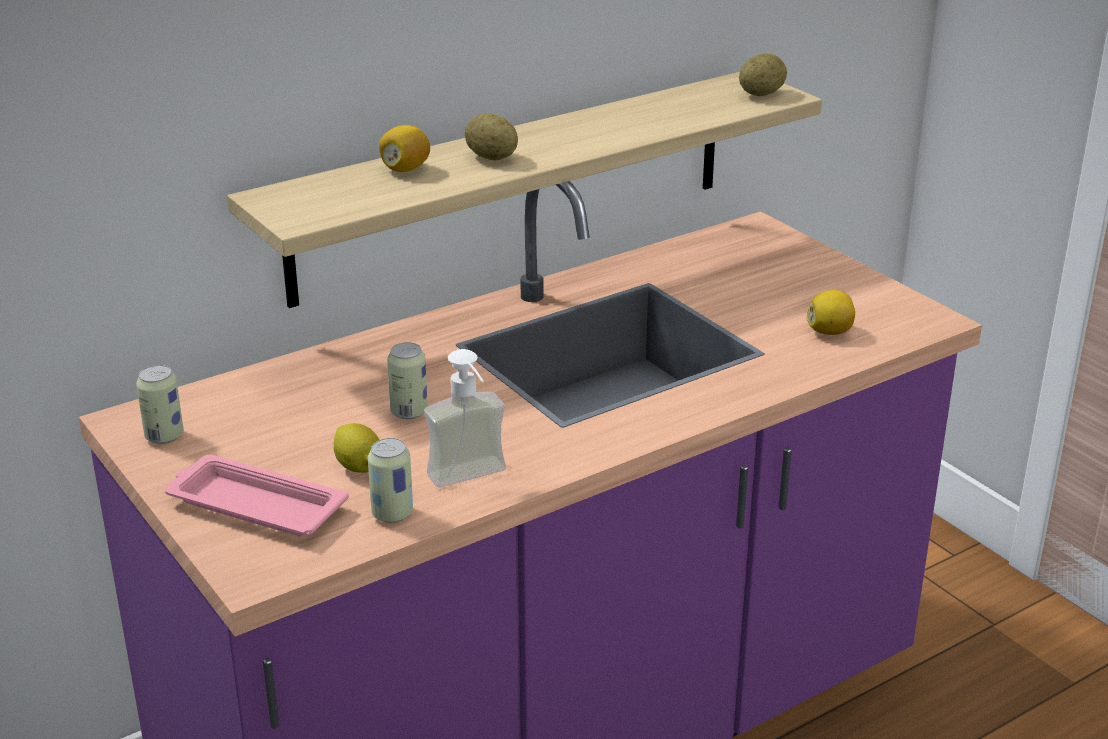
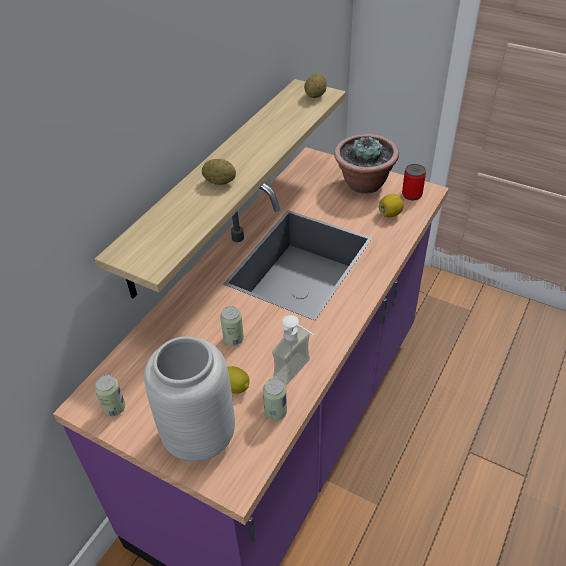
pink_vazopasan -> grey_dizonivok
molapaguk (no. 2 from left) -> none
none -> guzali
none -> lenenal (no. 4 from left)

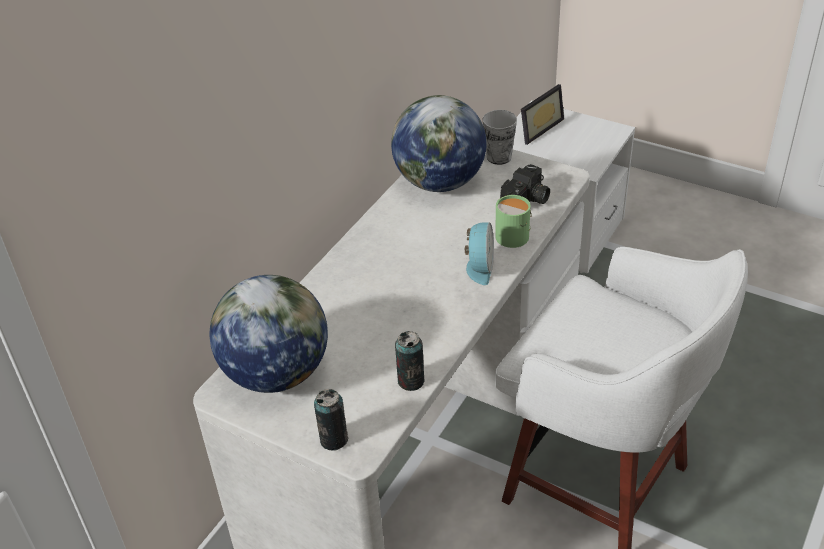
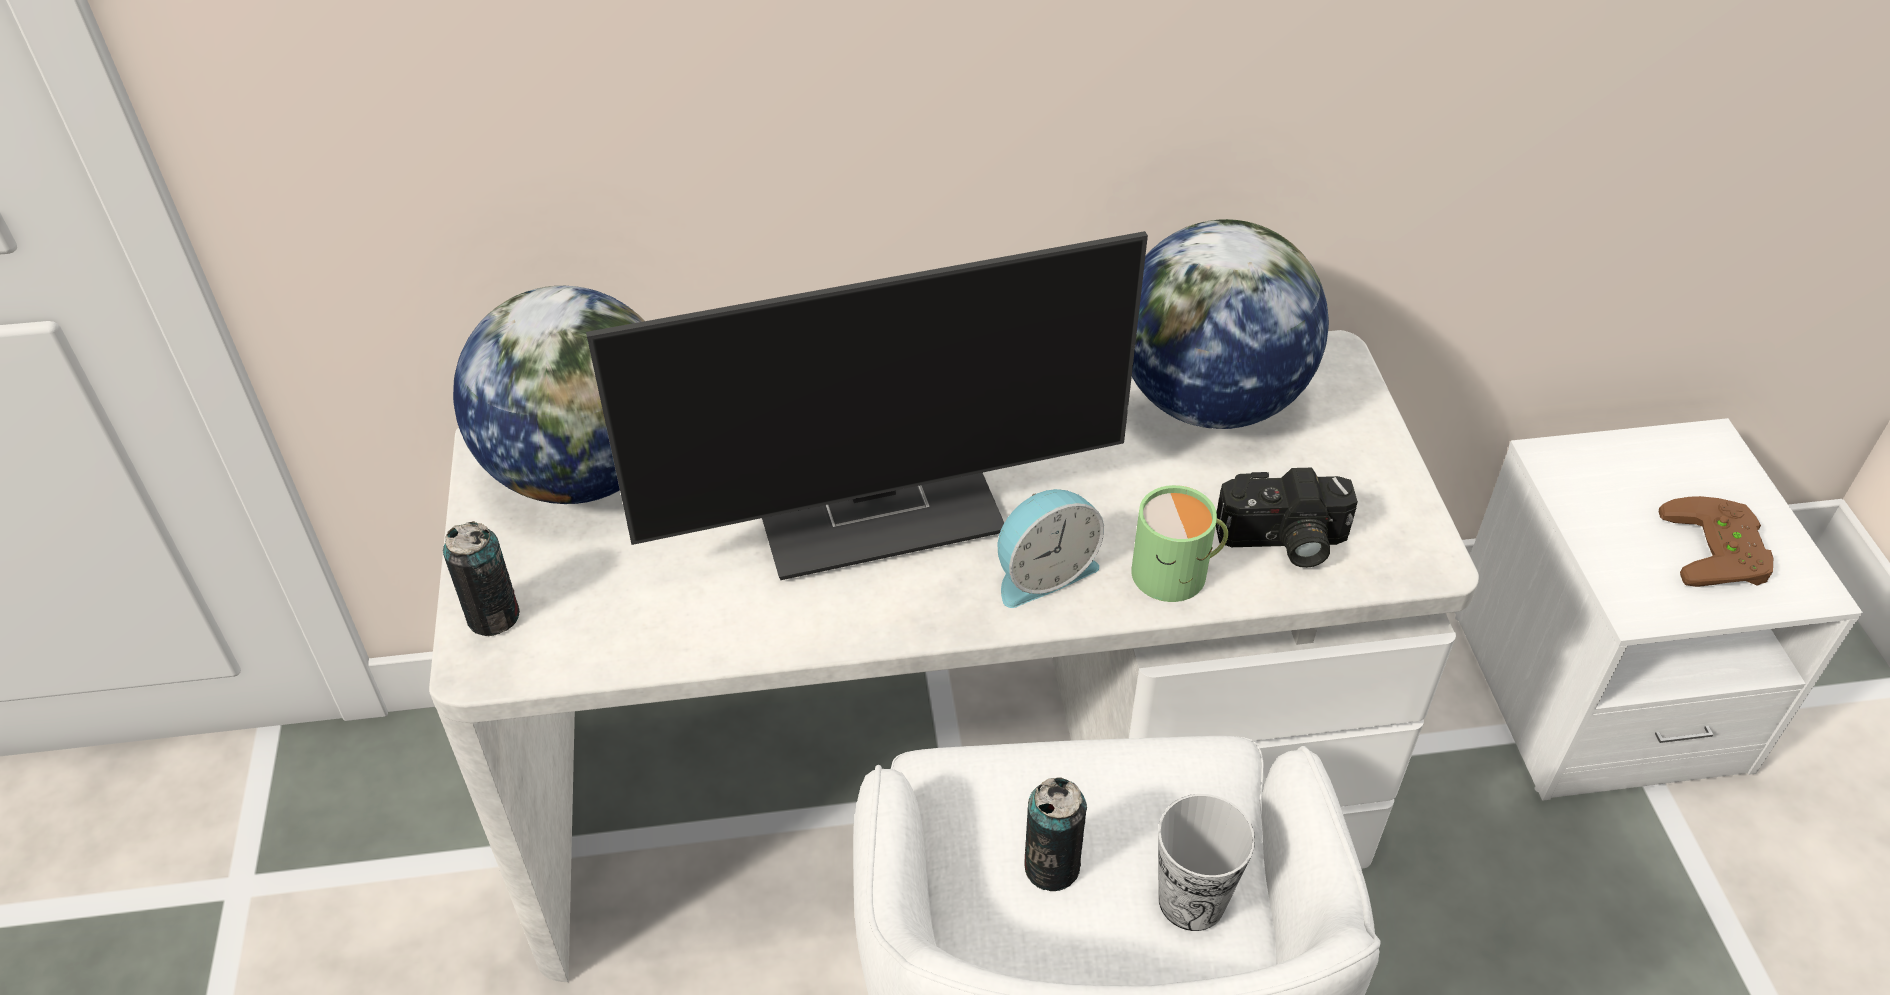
lenenal (no. 2 from left), relocated
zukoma, relocated
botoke -> none
none -> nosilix
none -> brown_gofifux

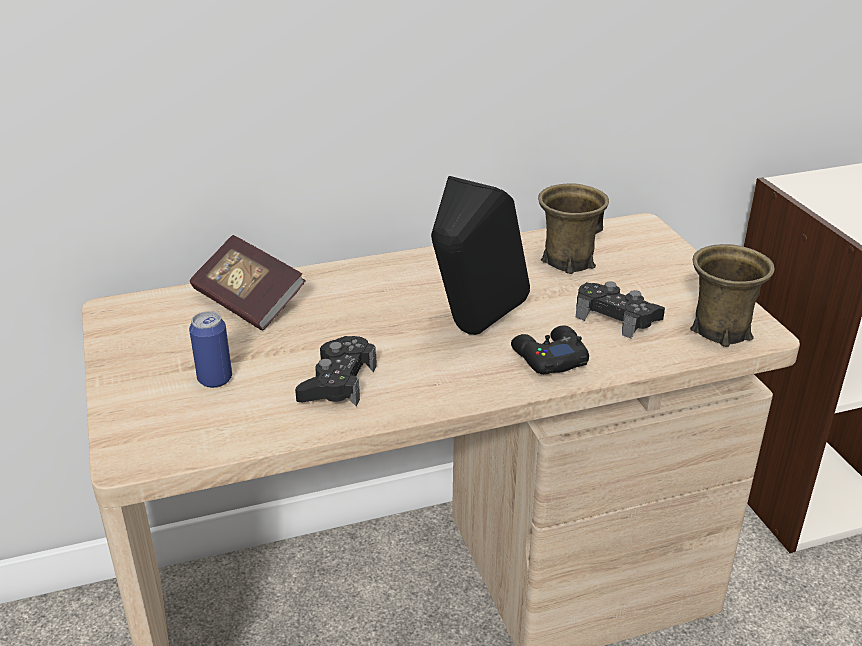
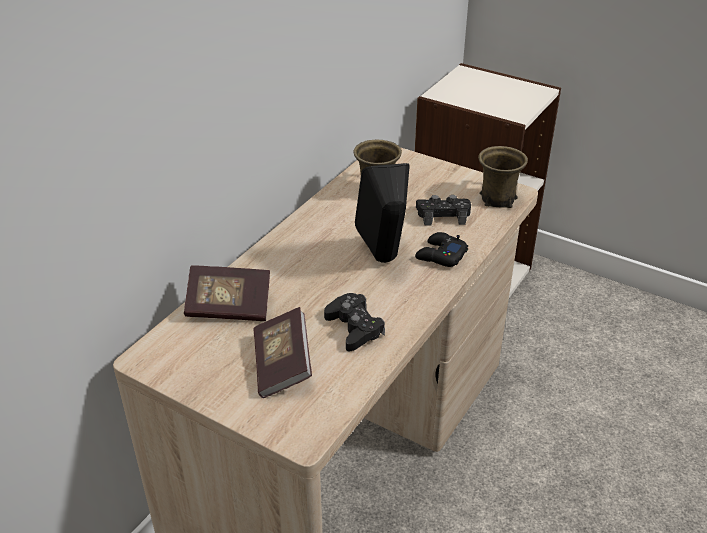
lenenal -> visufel (no. 2 from left)

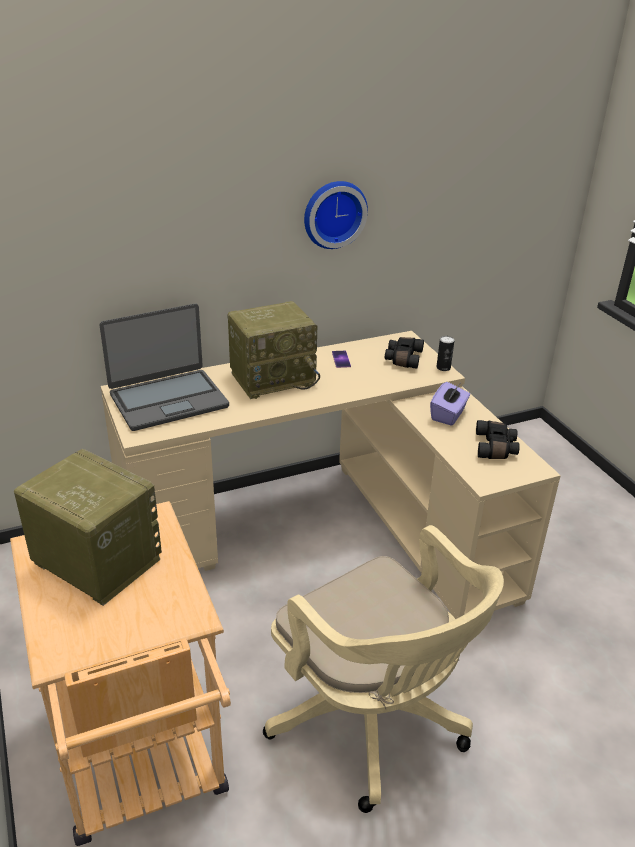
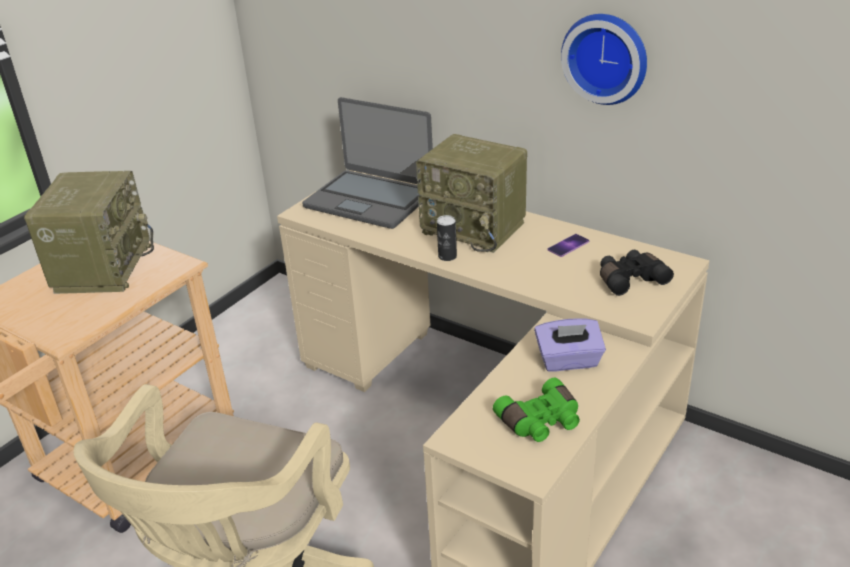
lenenal, relocated
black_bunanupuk (no. 2 from left) -> green_bunanupuk

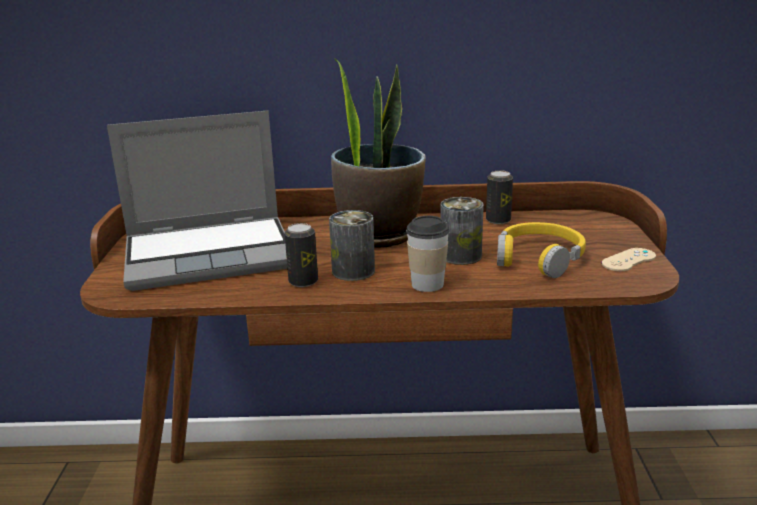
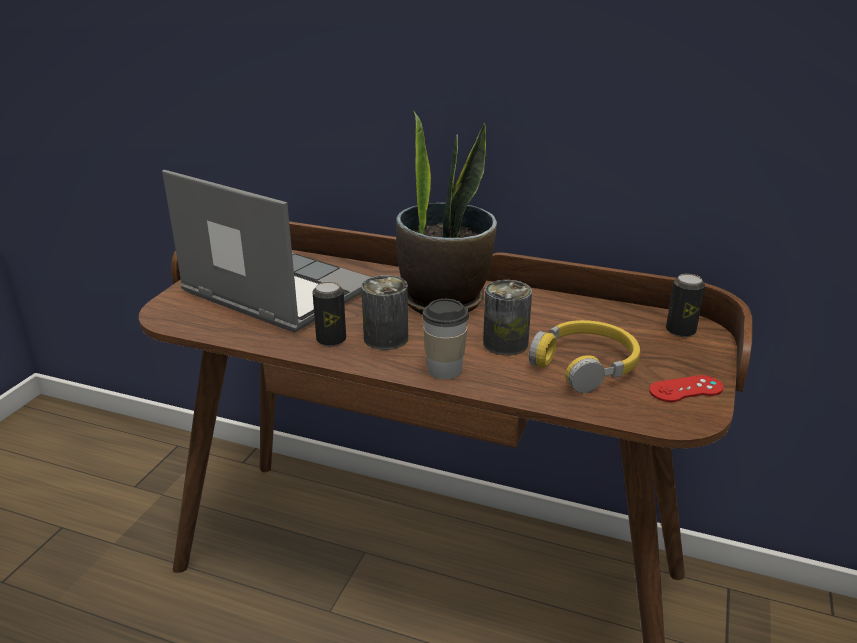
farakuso, 150 degrees counterclockwise
lenenal (no. 4 from left), relocated
beige_gofifux -> red_gofifux

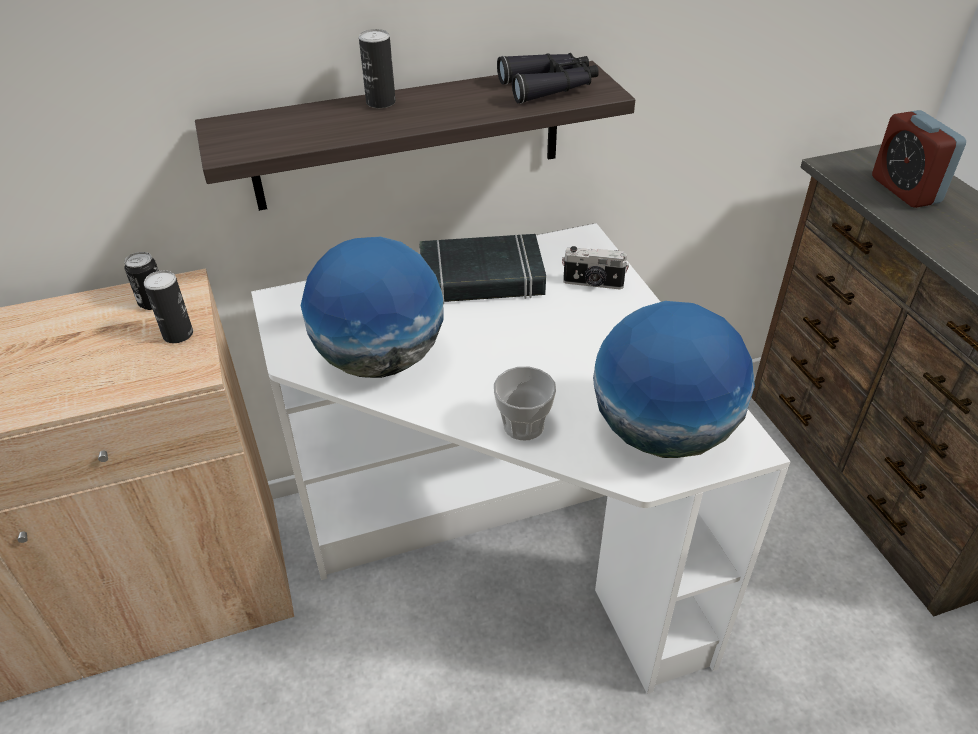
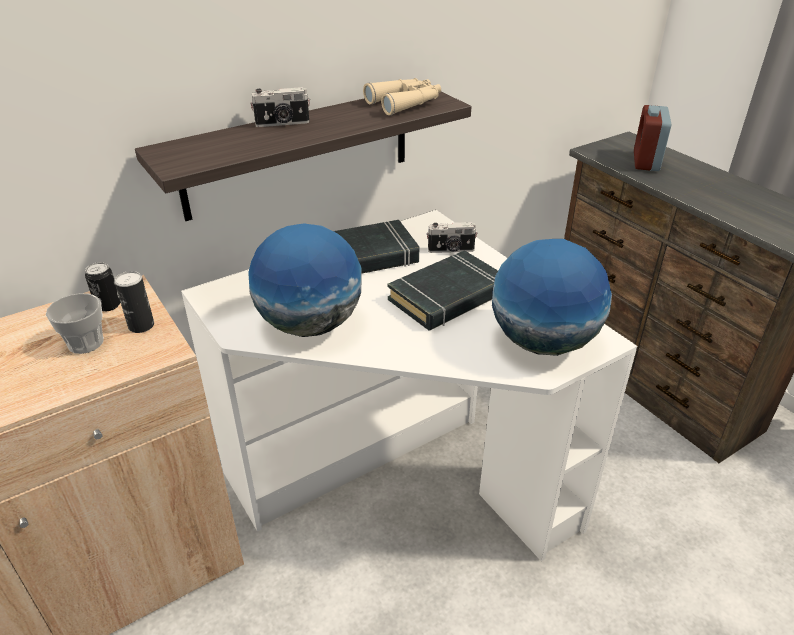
lenenal (no. 3 from left) -> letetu (no. 1 from left)
zukoma, relocated
black_bunanupuk -> beige_bunanupuk
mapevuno, 45 degrees clockwise
none -> black_visufel (no. 2 from left)

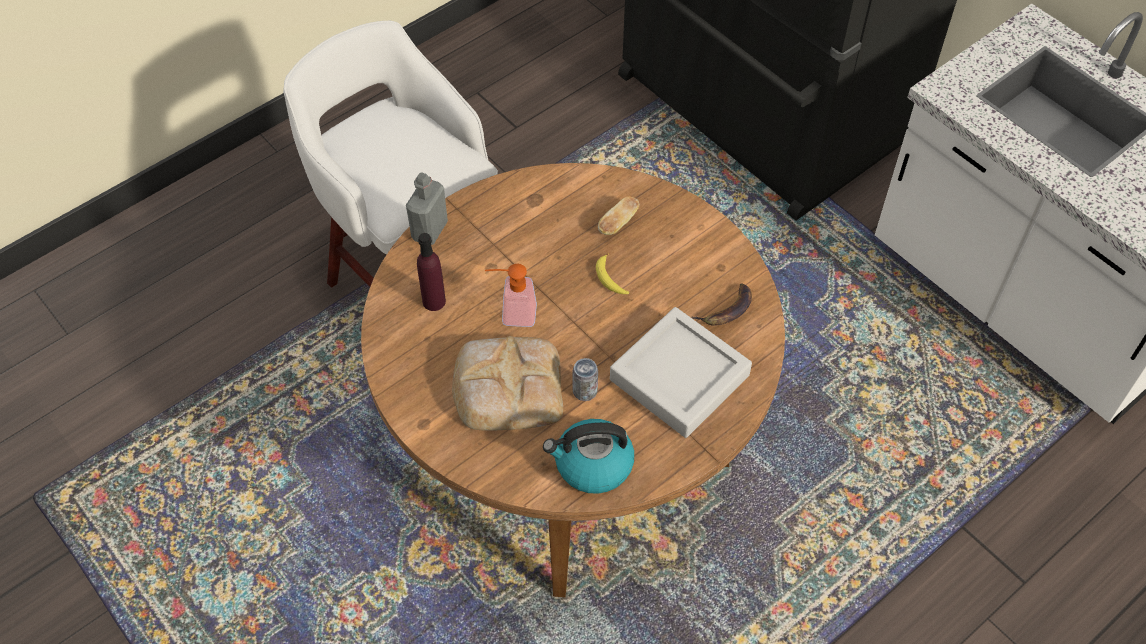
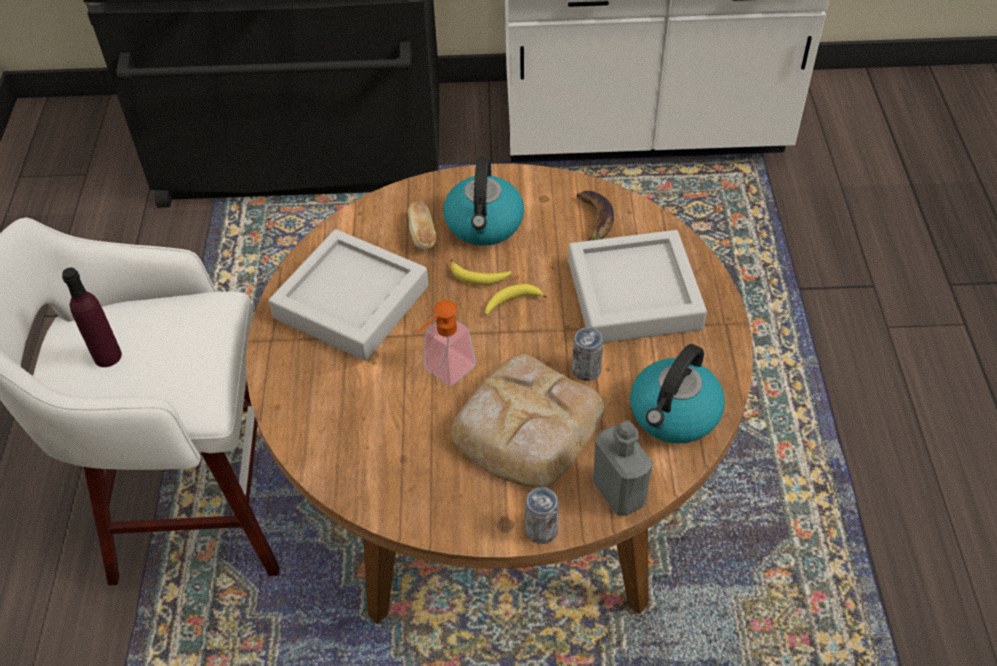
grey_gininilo, relocated
purple_gininilo, relocated
none -> grey_vazopasan (no. 1 from left)
none -> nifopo (no. 1 from left)
none -> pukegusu (no. 2 from left)
none -> lenenal (no. 1 from left)

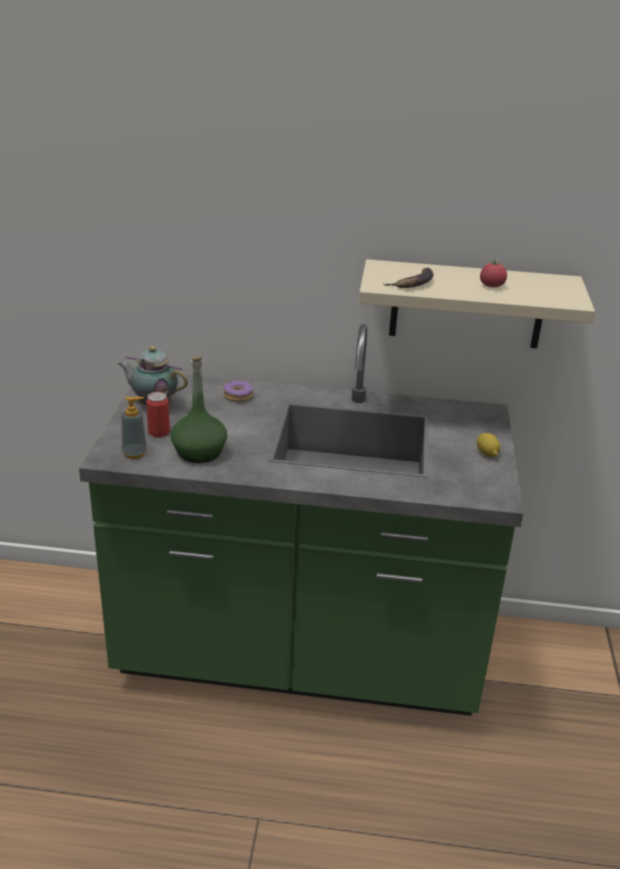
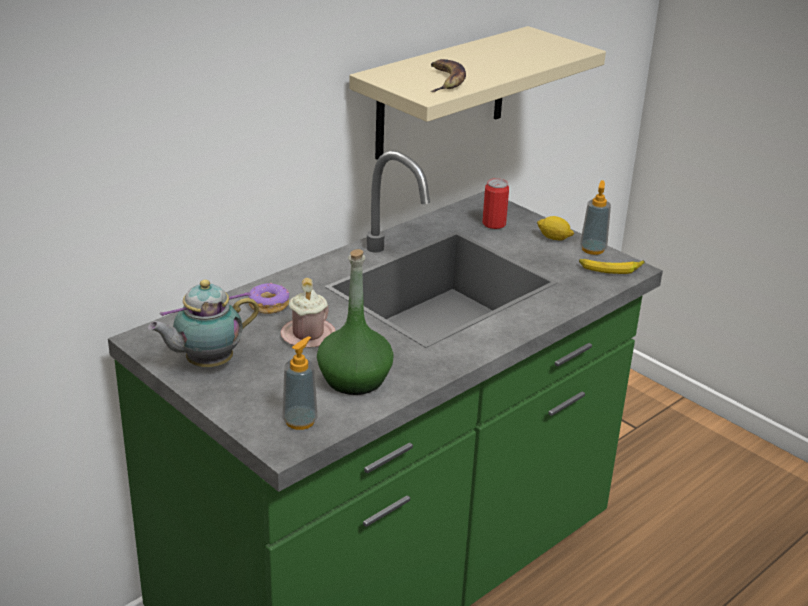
lenenal, relocated
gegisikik -> none
none -> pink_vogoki
none -> pukegusu (no. 2 from left)
none -> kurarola (no. 2 from left)

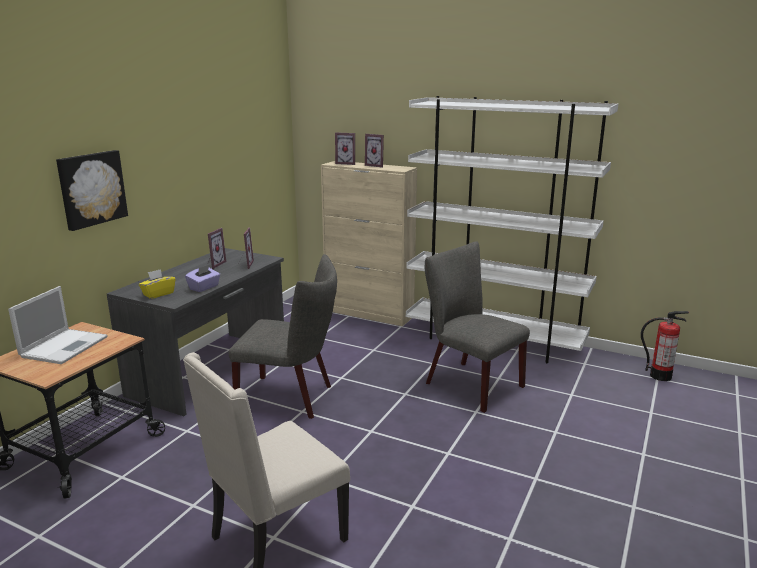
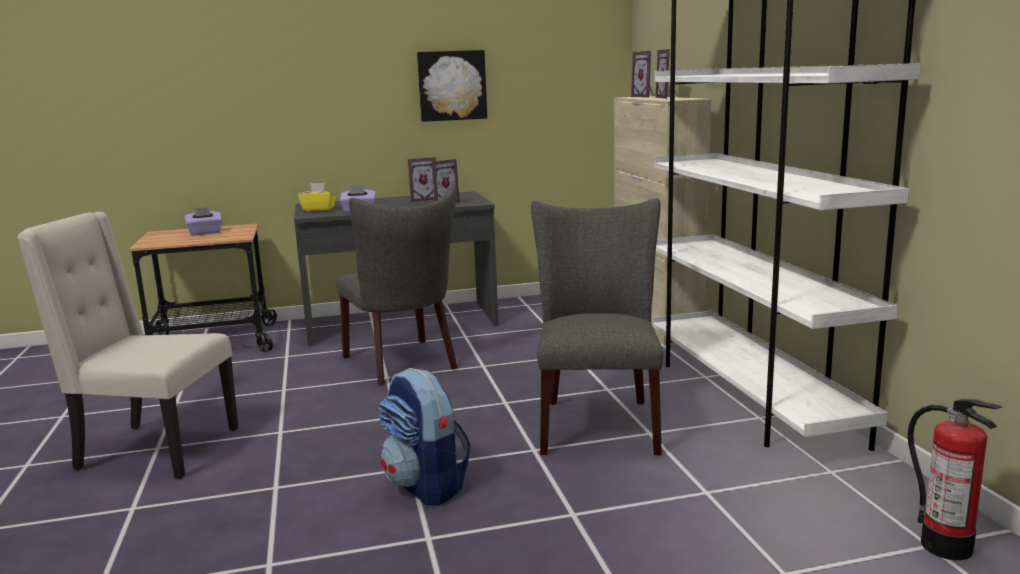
farakuso -> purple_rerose (no. 1 from left)
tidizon, relocated
none -> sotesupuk

